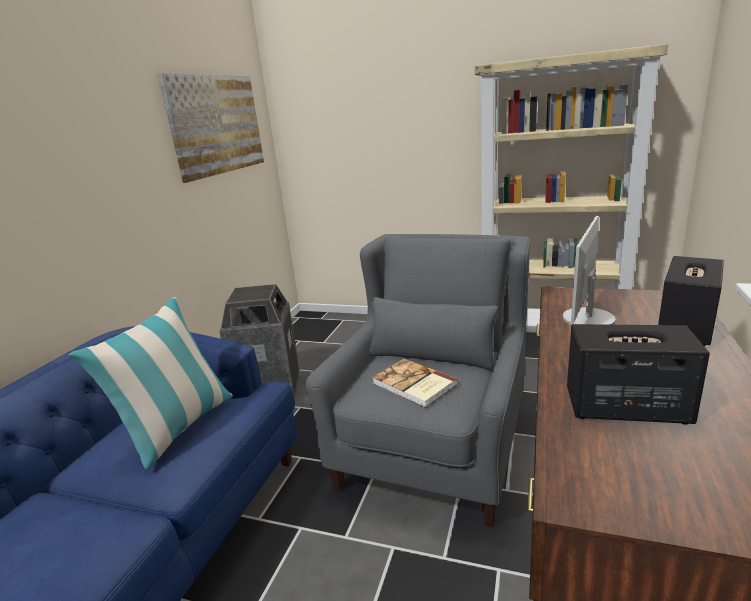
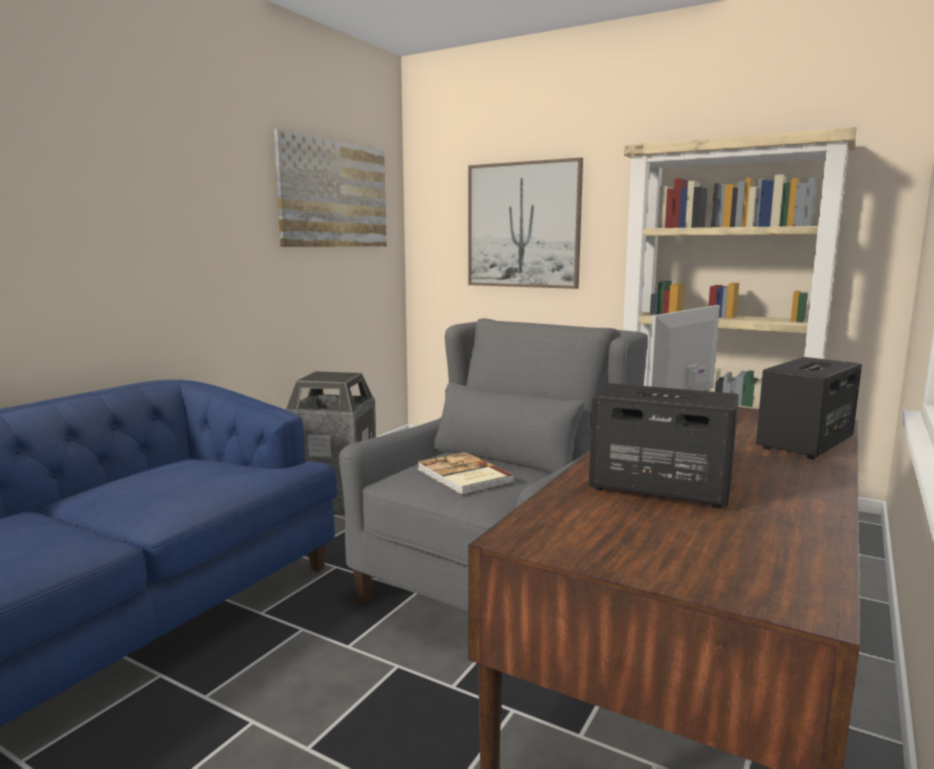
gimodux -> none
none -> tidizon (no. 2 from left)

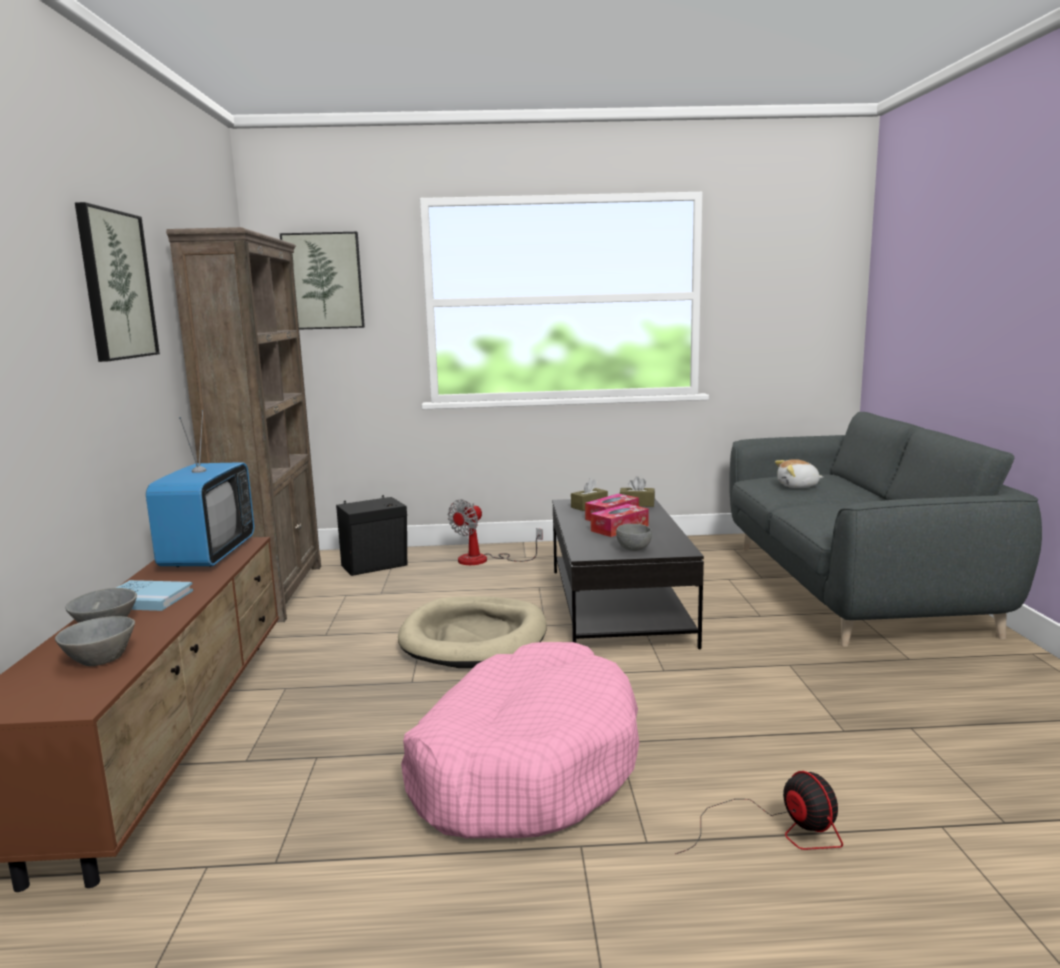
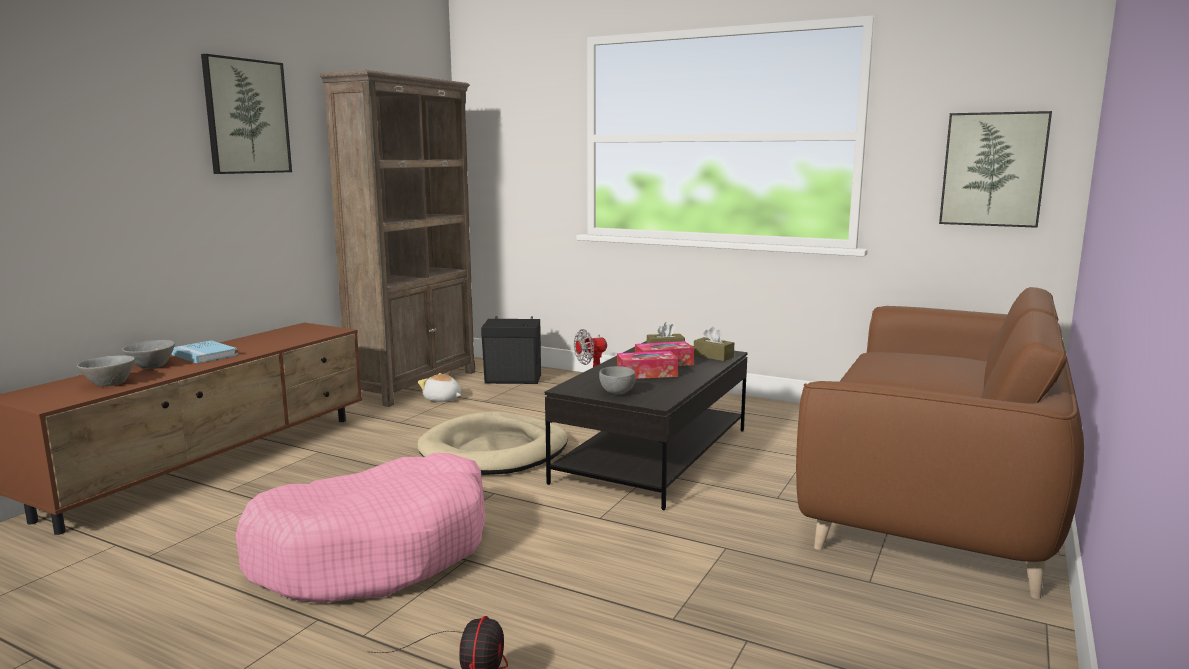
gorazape -> none
tidizon (no. 2 from left), relocated
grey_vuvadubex -> brown_vuvadubex
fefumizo, relocated

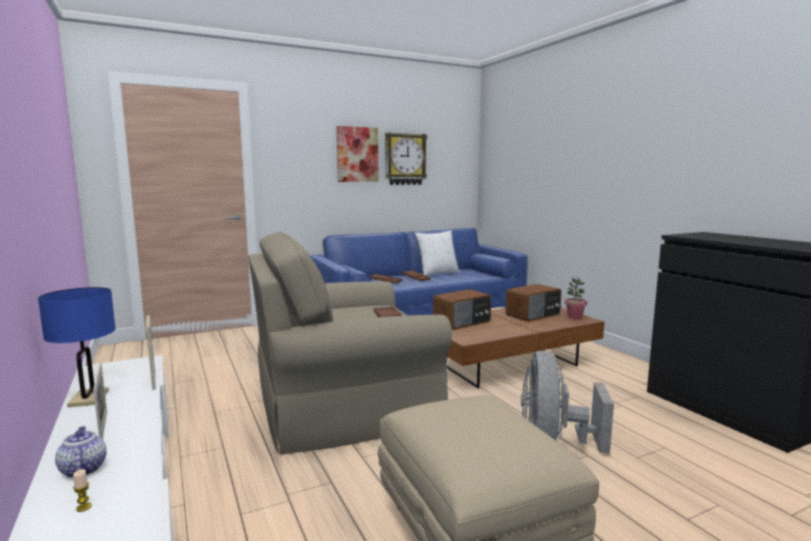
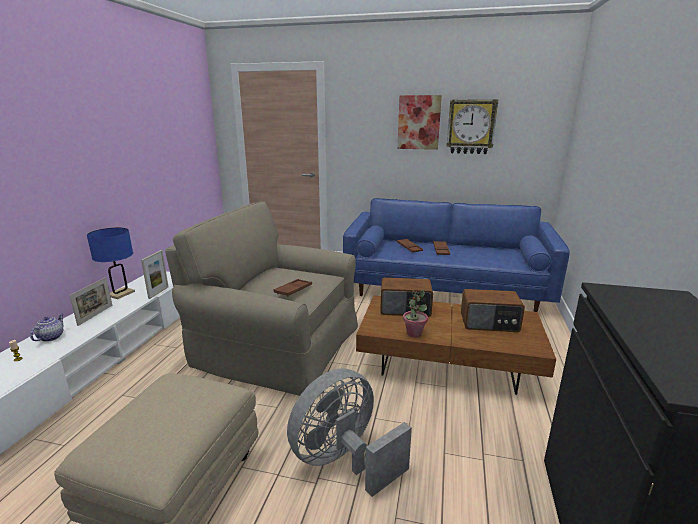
white_gimodux -> none
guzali, relocated

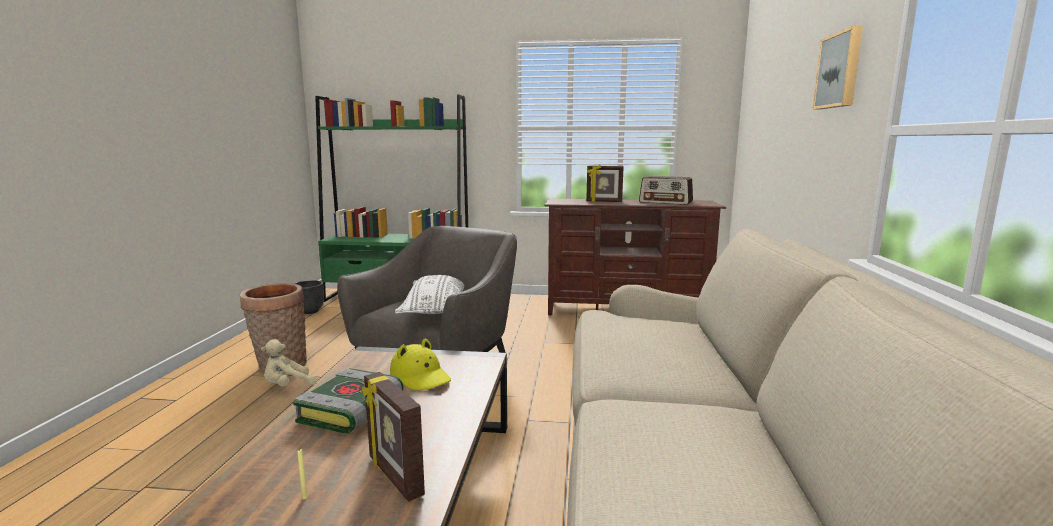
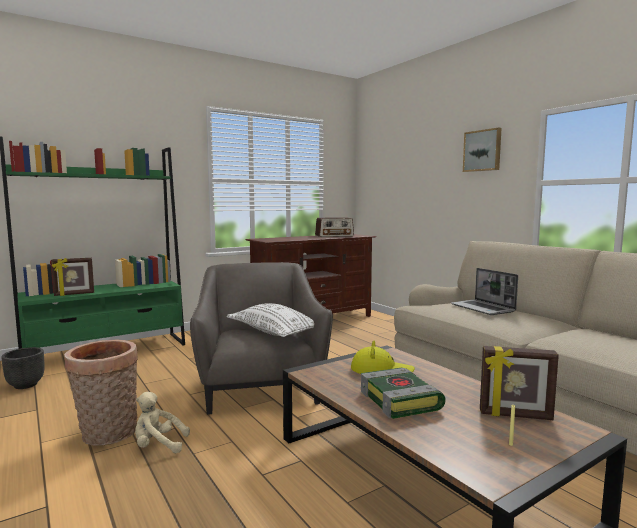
beige_fefumizo, 75 degrees clockwise
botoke (no. 2 from left in the first image) -> botoke (no. 1 from left), relocated
none -> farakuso

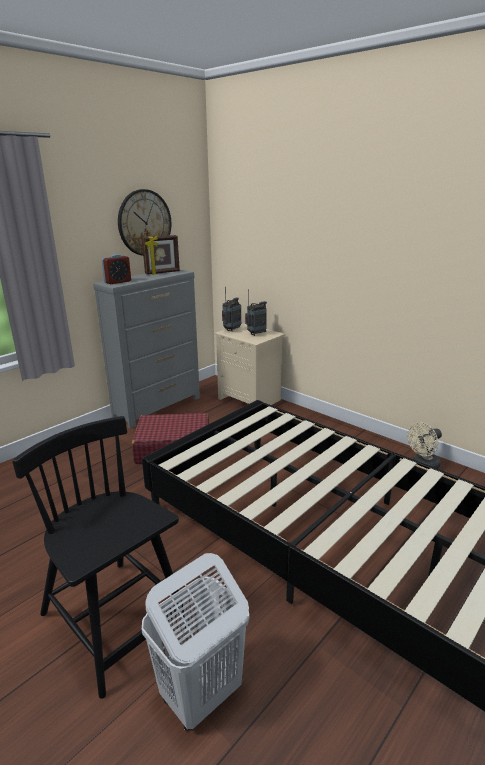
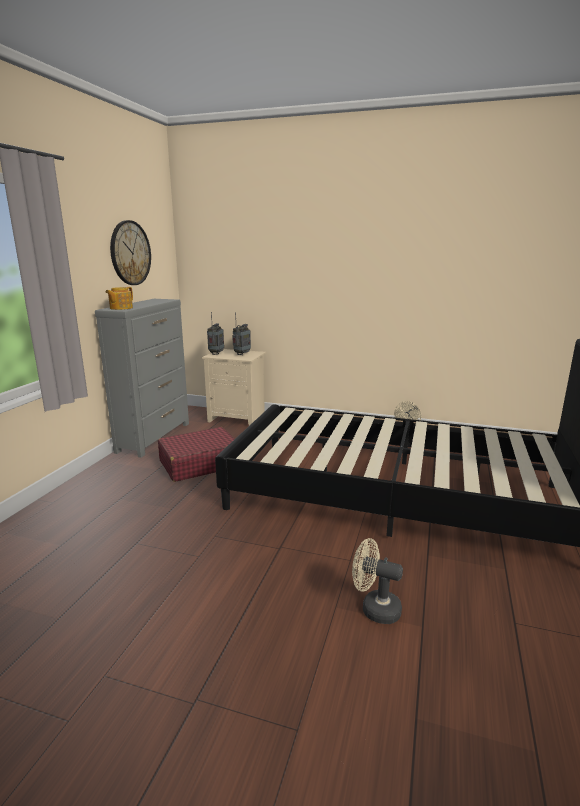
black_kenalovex -> none
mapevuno -> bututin
botoke -> none
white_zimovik -> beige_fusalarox (no. 1 from left)

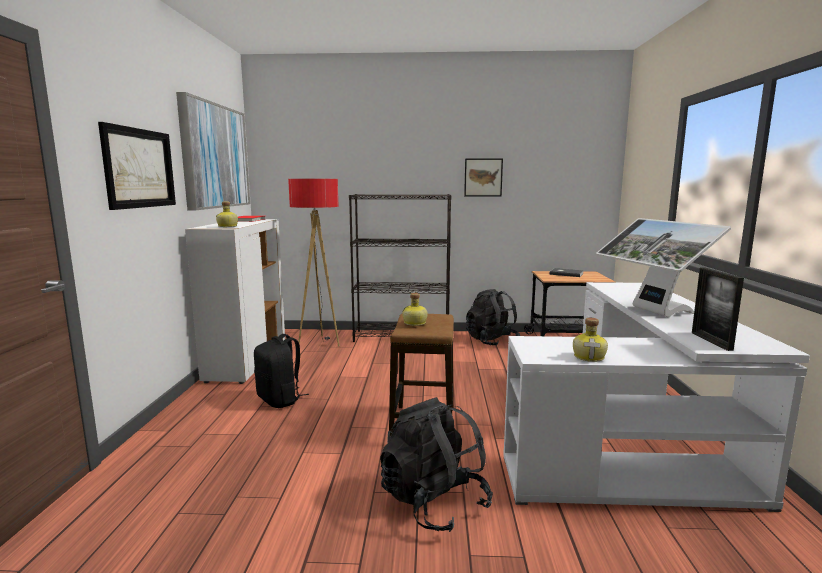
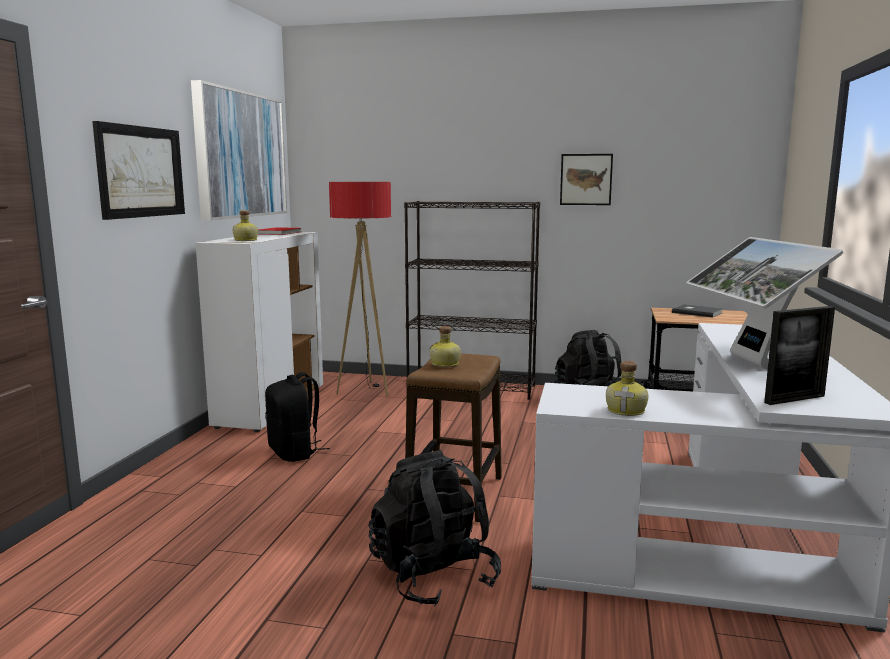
botoke, 120 degrees counterclockwise

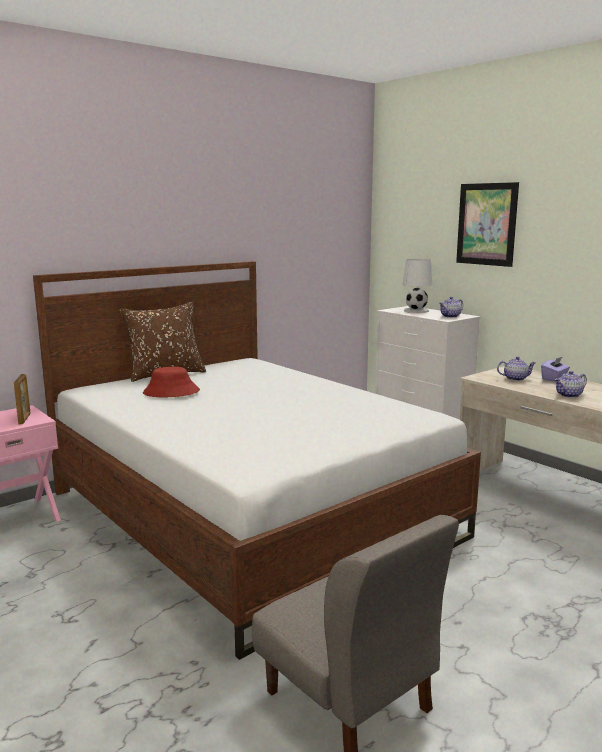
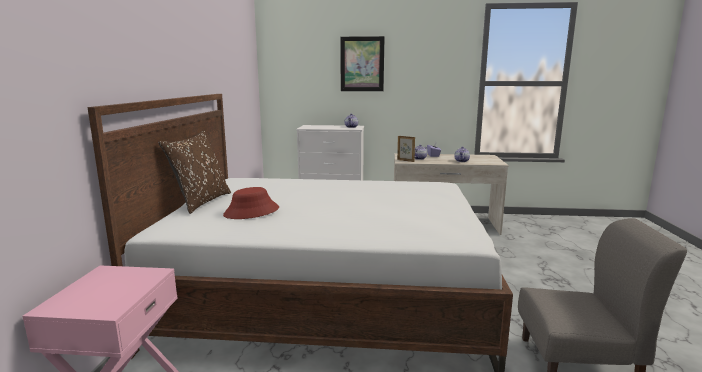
botoke, relocated
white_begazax -> none

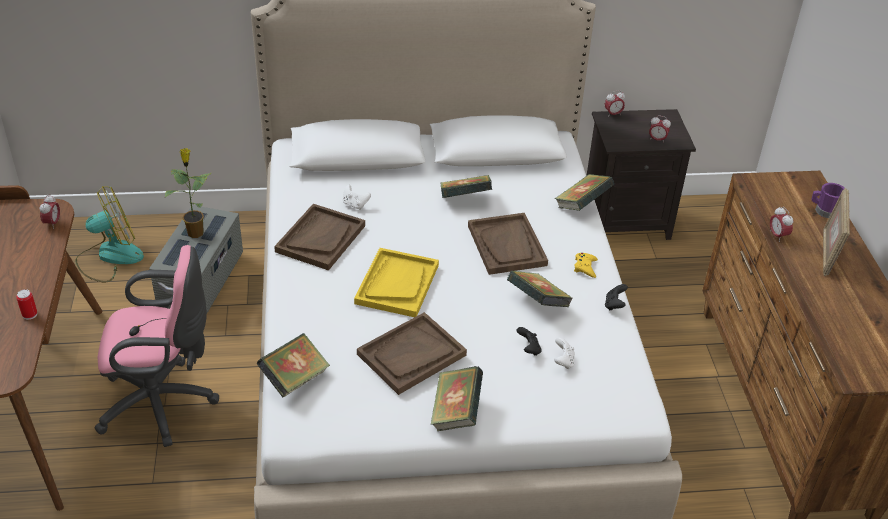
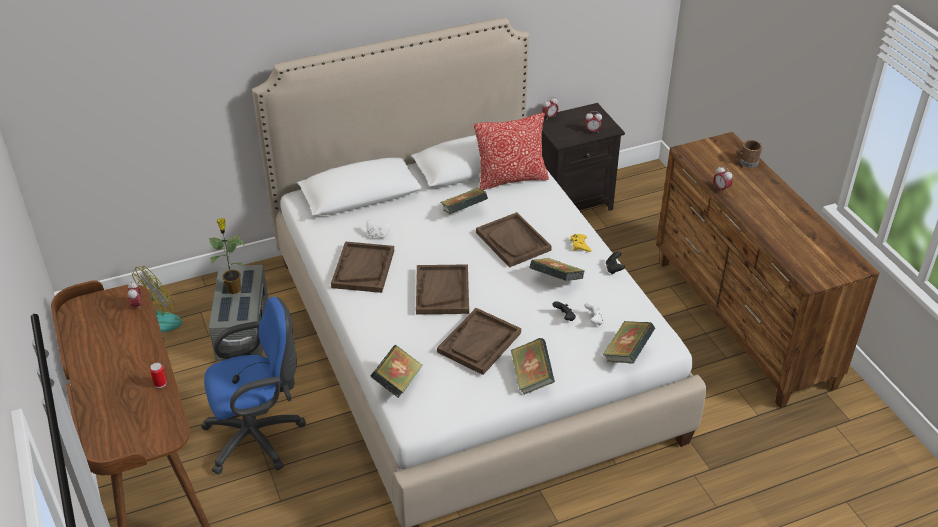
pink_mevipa -> blue_mevipa
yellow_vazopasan -> brown_vazopasan (no. 2 from left)
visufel (no. 5 from left), relocated
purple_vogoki -> brown_vogoki
botoke -> none
none -> gimodux

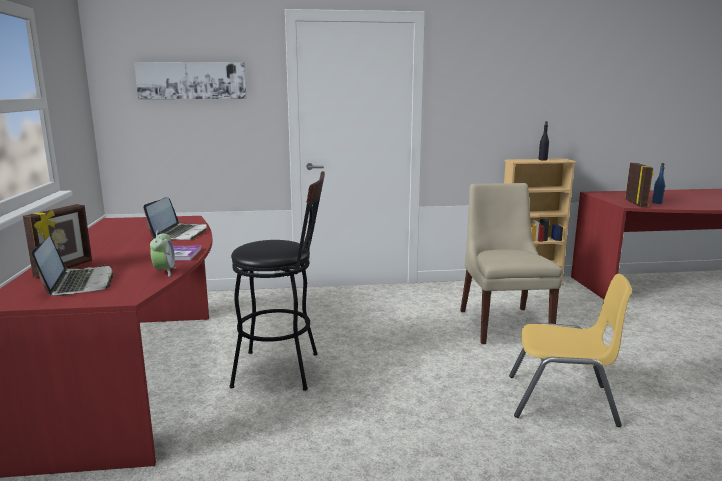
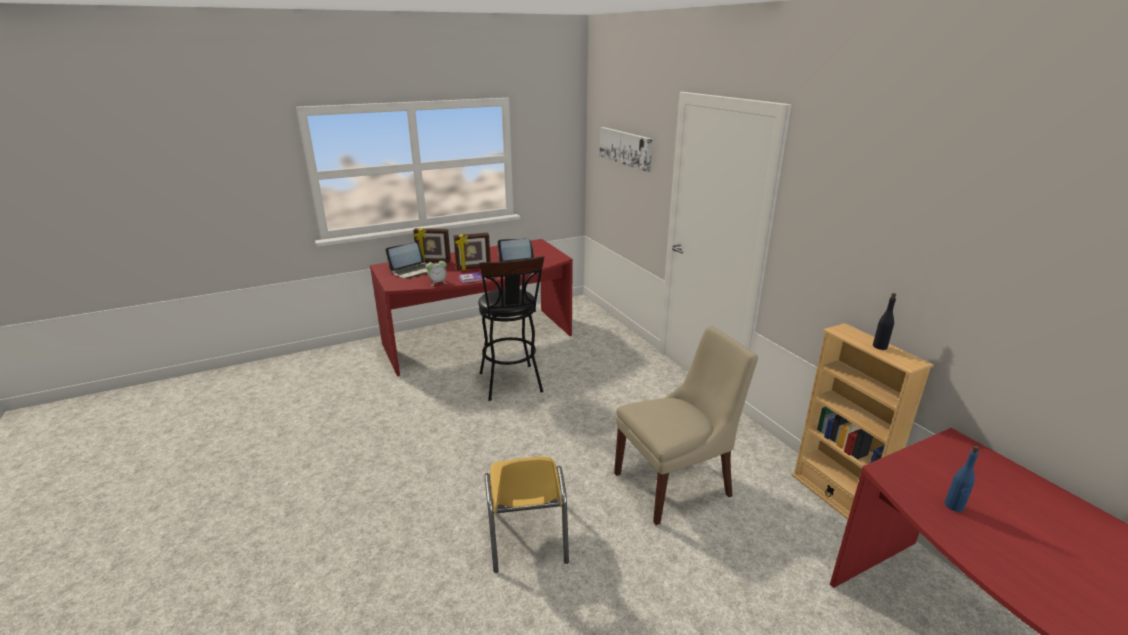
botoke (no. 2 from left), relocated

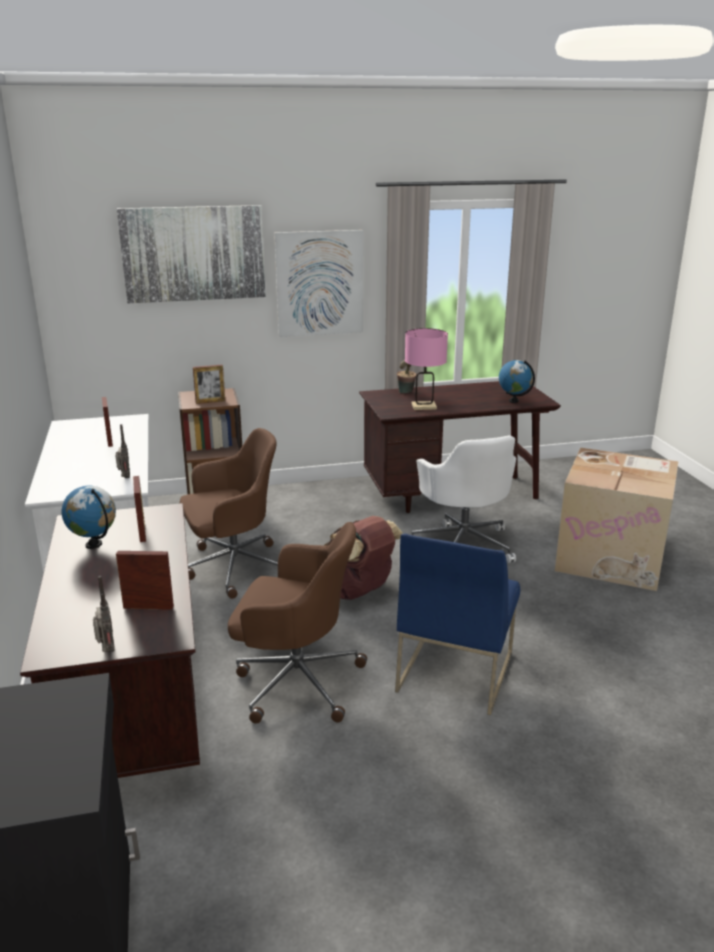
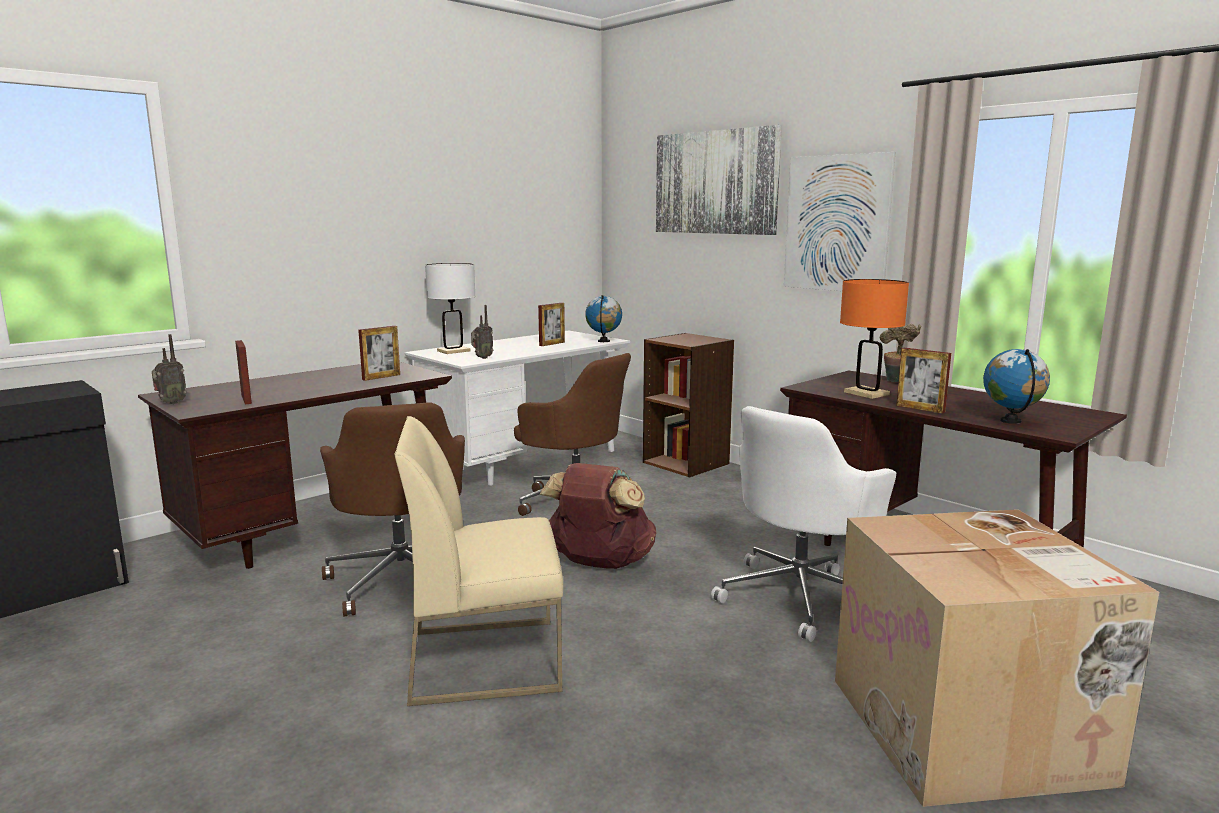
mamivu (no. 1 from left), relocated
botoke (no. 4 from left), relocated
blue_kenalovex -> beige_kenalovex
pink_begazax -> orange_begazax
none -> white_begazax

